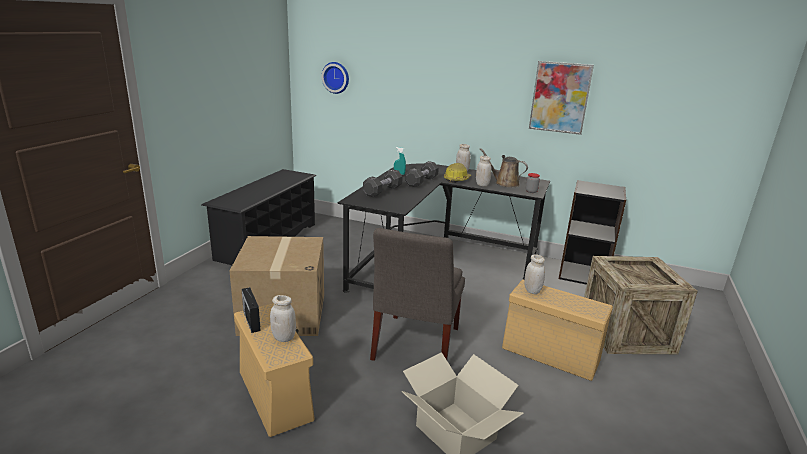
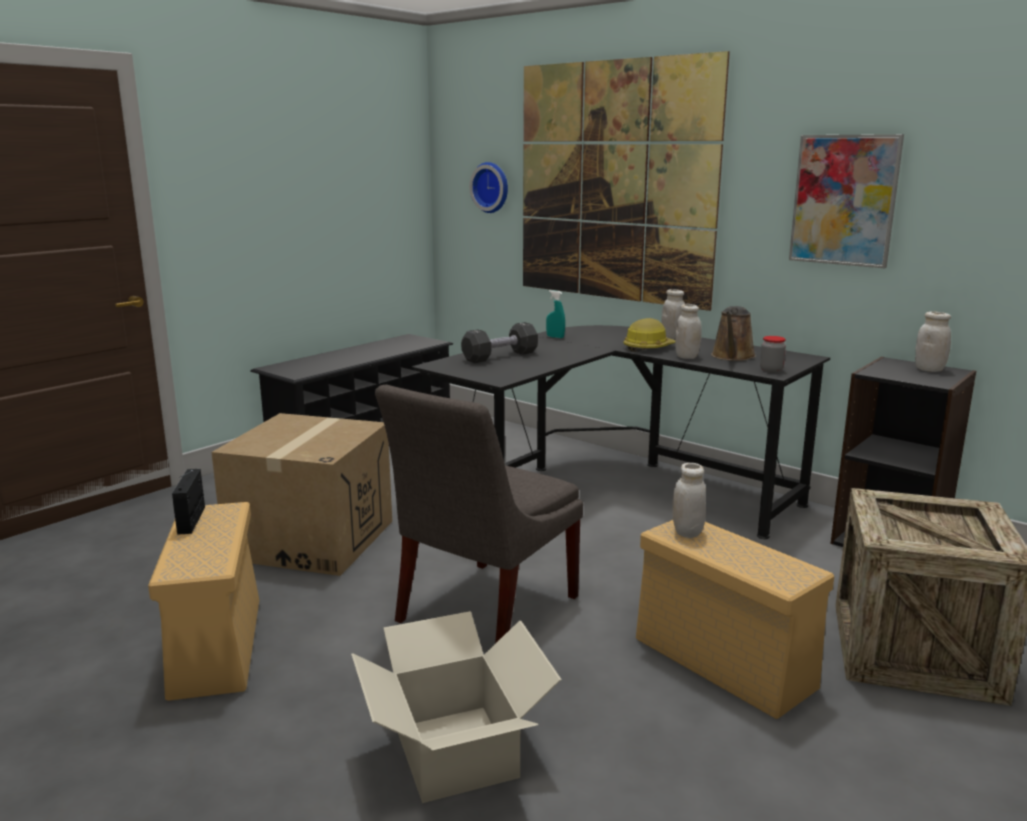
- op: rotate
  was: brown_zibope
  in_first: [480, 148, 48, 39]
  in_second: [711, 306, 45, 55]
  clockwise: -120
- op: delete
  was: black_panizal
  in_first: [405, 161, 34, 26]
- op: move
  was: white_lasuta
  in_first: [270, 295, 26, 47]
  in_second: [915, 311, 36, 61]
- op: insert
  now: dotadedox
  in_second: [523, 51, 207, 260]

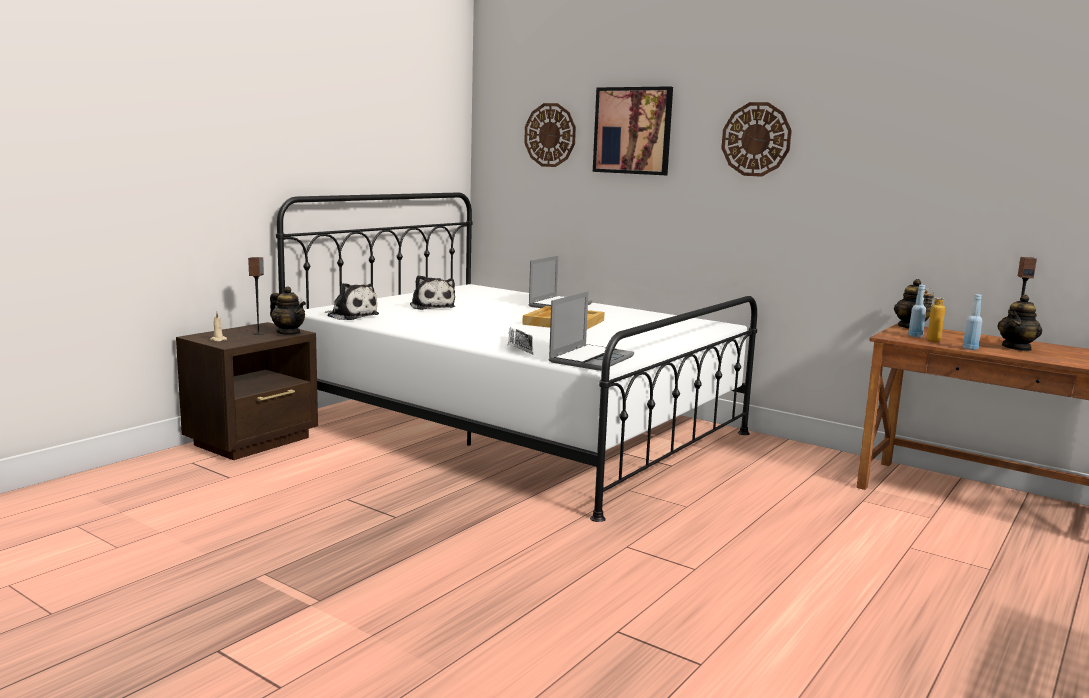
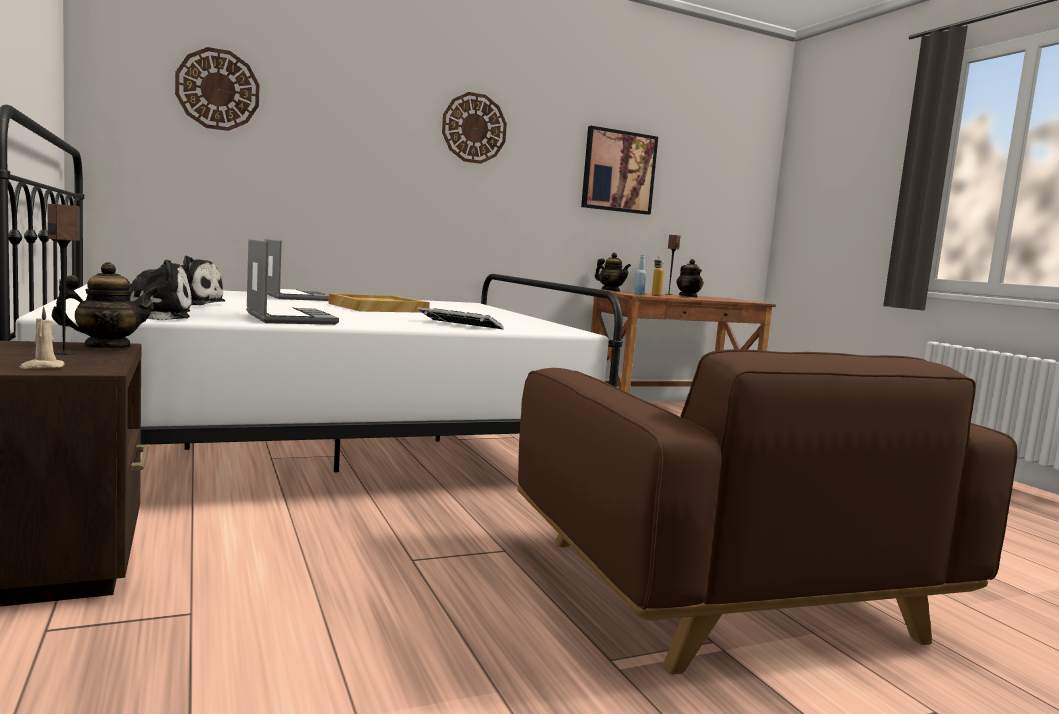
- op: move
  was: dotadedox
  in_first: [593, 86, 80, 89]
  in_second: [581, 126, 77, 89]
- op: move
  was: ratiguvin
  in_first: [549, 291, 85, 80]
  in_second: [246, 239, 93, 86]
- op: delete
  was: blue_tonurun
  in_first: [963, 294, 19, 56]
- op: insert
  now: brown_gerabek
  in_second: [518, 349, 499, 326]

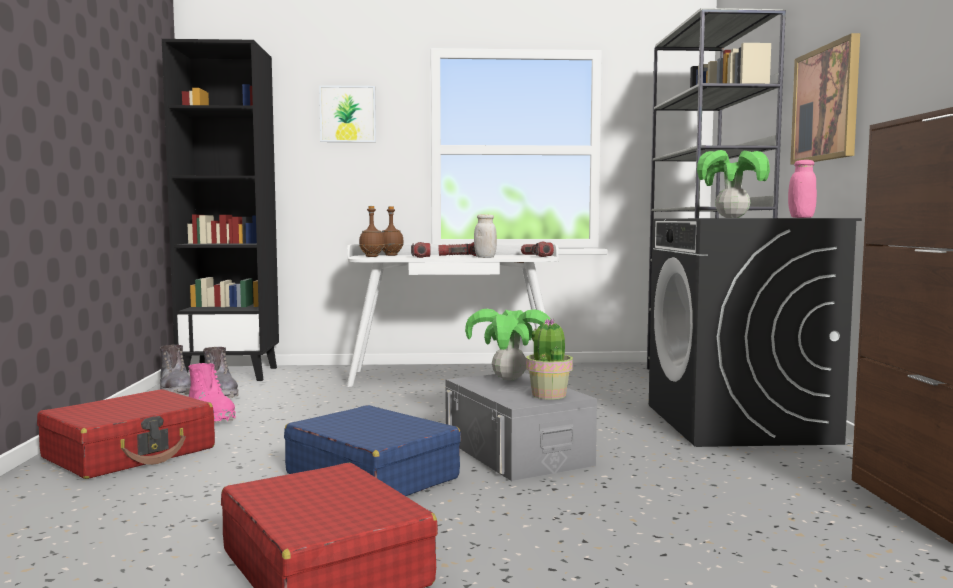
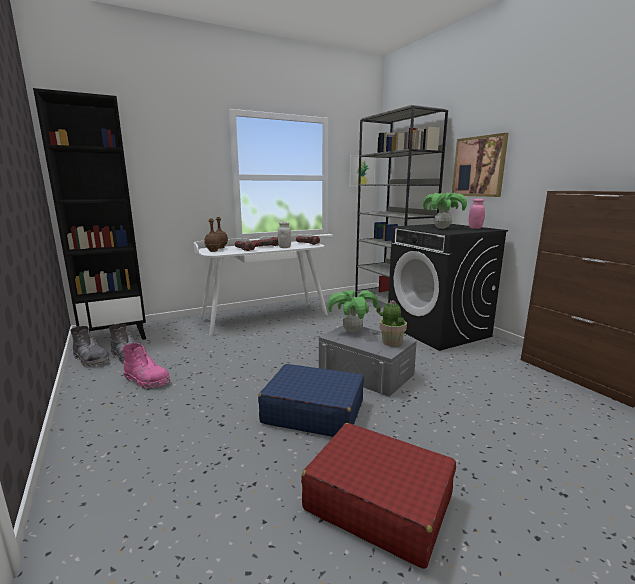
- op: move
  was: dotadedox
  in_first: [319, 85, 57, 57]
  in_second: [349, 155, 27, 31]
- op: delete
  was: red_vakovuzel
  in_first: [37, 389, 178, 90]

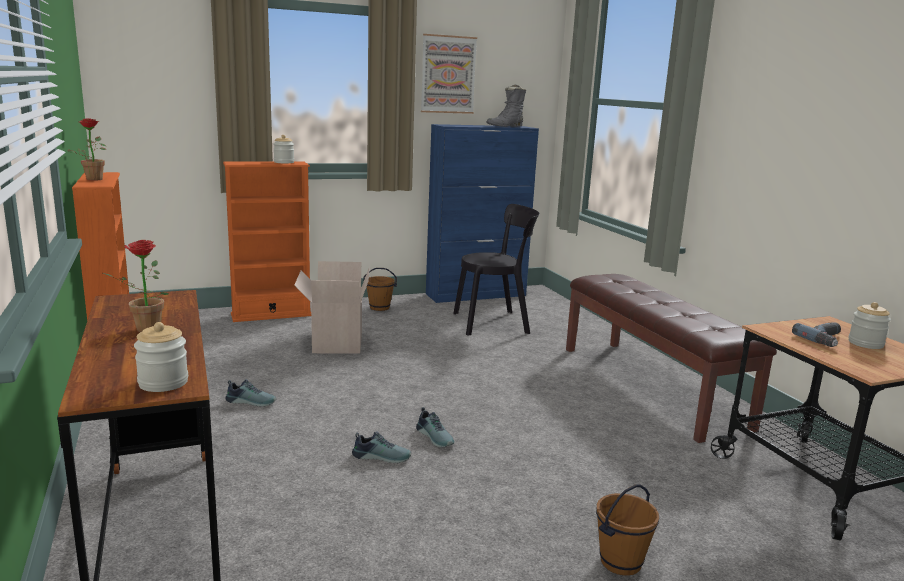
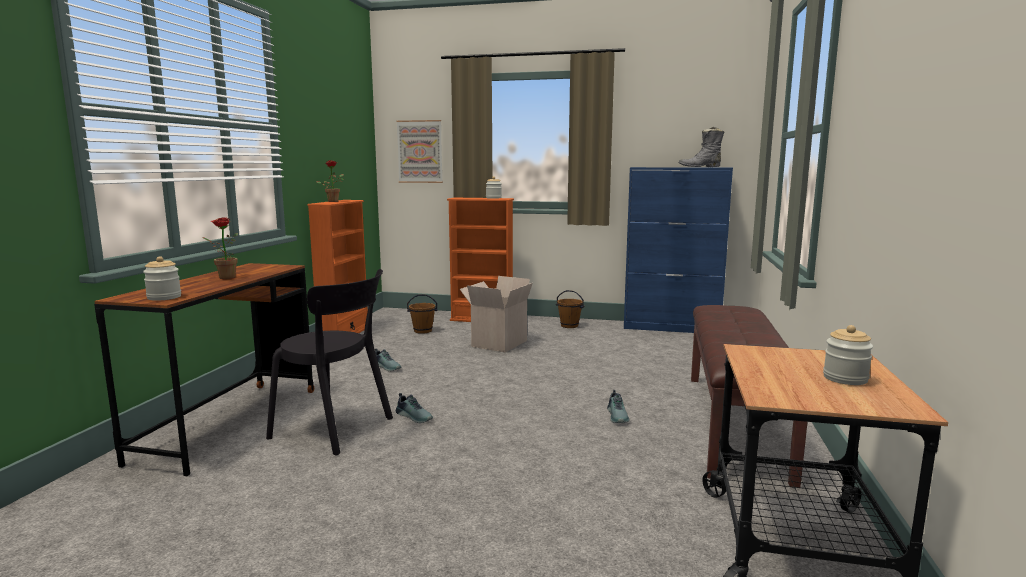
- op: move
  was: dotadedox
  in_first: [421, 34, 56, 80]
  in_second: [396, 120, 47, 63]
- op: move
  was: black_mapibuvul
  in_first: [453, 204, 87, 132]
  in_second: [266, 269, 127, 186]
- op: delete
  was: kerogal
  in_first: [792, 323, 49, 24]
- op: move
  was: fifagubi
  in_first: [416, 407, 39, 41]
  in_second: [607, 390, 23, 33]
- op: move
  was: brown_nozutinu
  in_first: [596, 484, 63, 92]
  in_second: [407, 294, 31, 40]

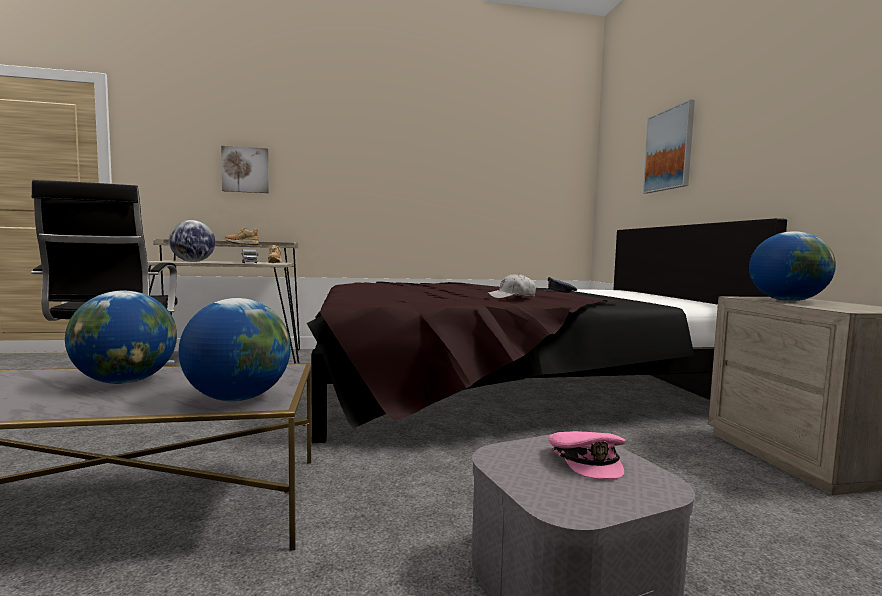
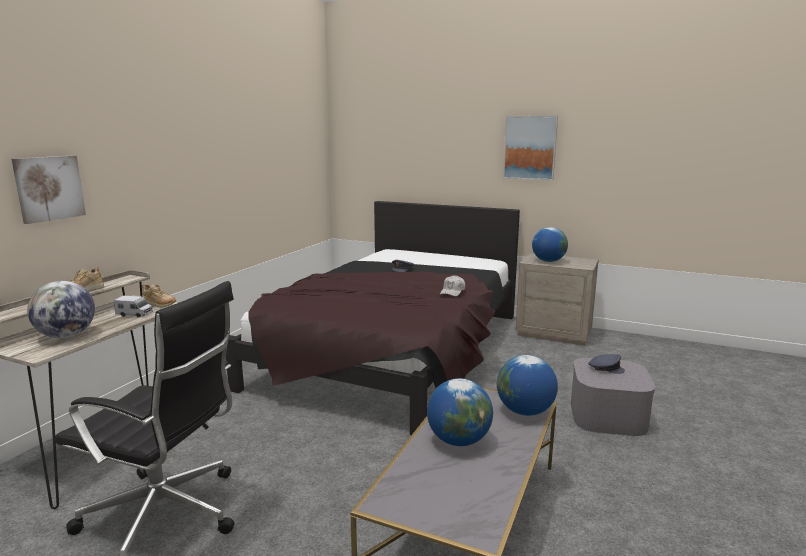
- op: move
  was: dotadedox
  in_first: [643, 100, 52, 94]
  in_second: [503, 116, 55, 64]
- op: recolor
  was: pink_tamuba
  now: grey_tamuba
  in_first: [548, 431, 78, 48]
  in_second: [588, 354, 37, 20]

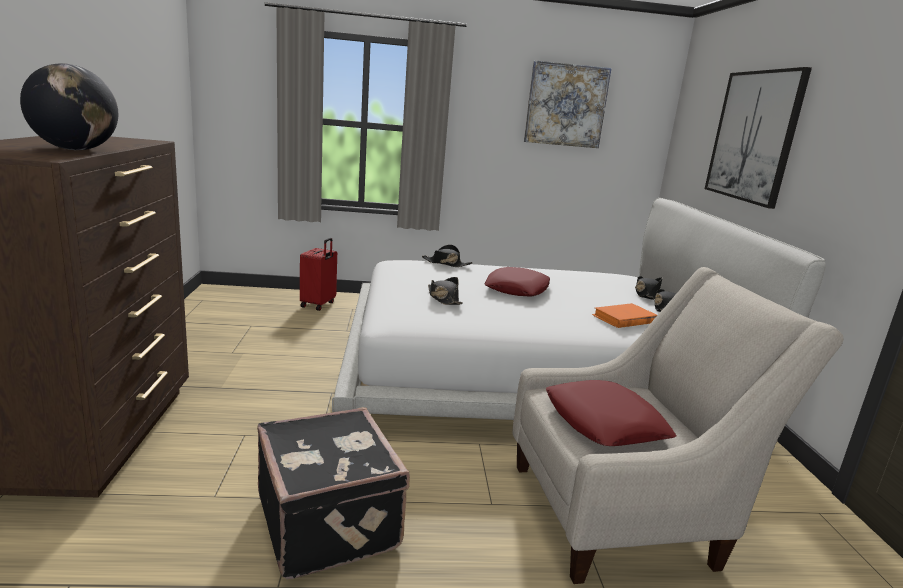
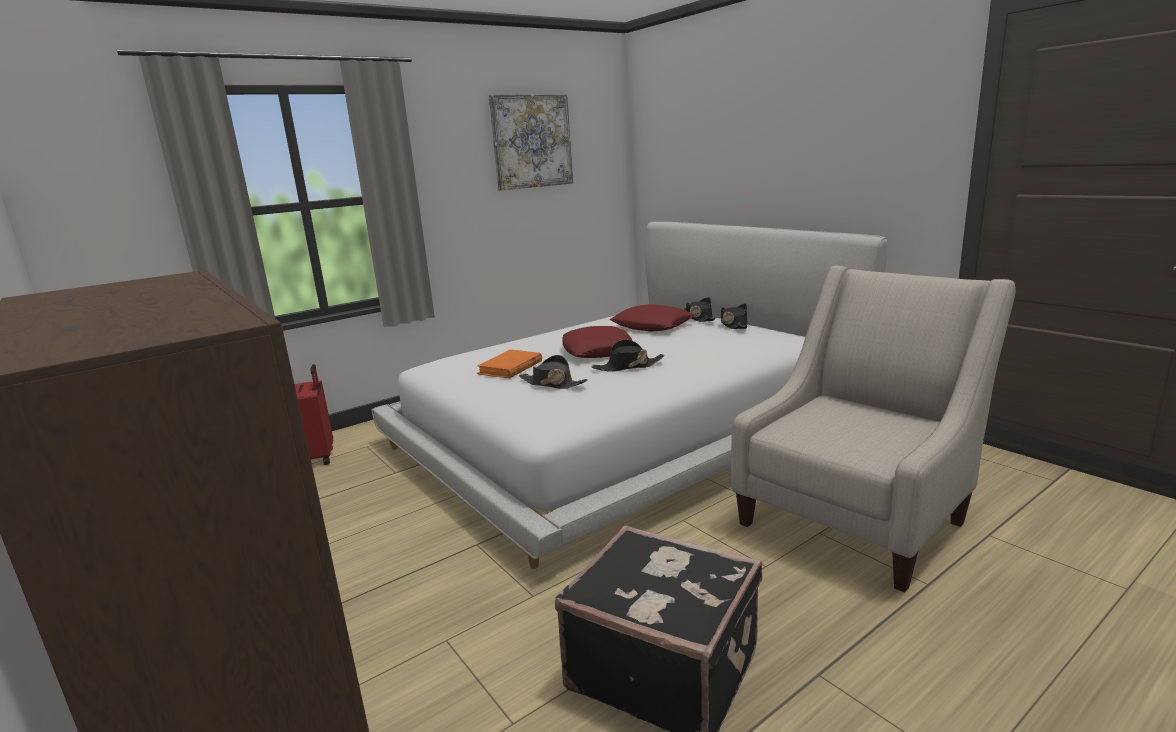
- op: delete
  was: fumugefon
  in_first: [20, 64, 98, 86]
- op: delete
  was: dotadedox
  in_first: [705, 67, 107, 142]
- op: move
  was: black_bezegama
  in_first: [422, 245, 51, 22]
  in_second: [592, 339, 72, 33]
- op: move
  was: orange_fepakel
  in_first: [592, 303, 65, 25]
  in_second: [477, 350, 65, 28]
- op: move
  was: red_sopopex
  in_first: [546, 380, 130, 66]
  in_second: [610, 304, 85, 28]

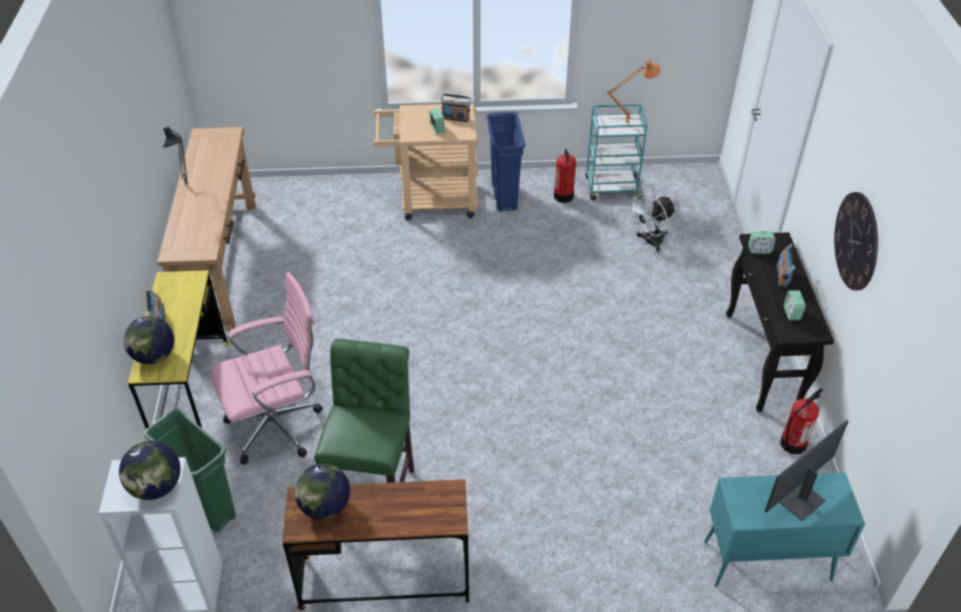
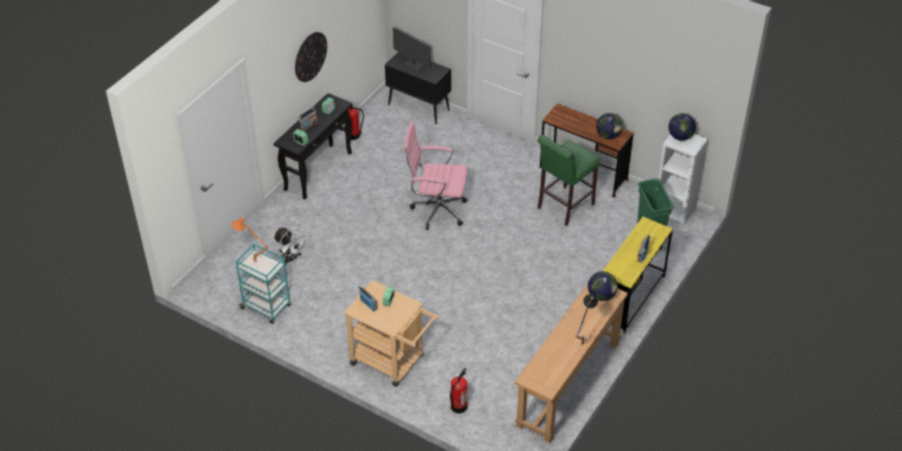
- op: delete
  was: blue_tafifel
  in_first: [487, 112, 39, 100]
- op: move
  was: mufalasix
  in_first: [554, 149, 22, 54]
  in_second: [450, 368, 17, 46]
- op: rotate
  was: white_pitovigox
  in_first: [628, 193, 48, 59]
  in_second: [274, 227, 33, 39]
  clockwise: 45
- op: move
  was: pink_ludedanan
  in_first: [210, 272, 113, 192]
  in_second: [404, 121, 63, 109]
- op: move
  was: fumugefon
  in_first: [124, 316, 50, 48]
  in_second: [588, 271, 30, 30]
- op: rotate
  was: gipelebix
  in_first: [765, 420, 84, 101]
  in_second: [393, 27, 38, 44]
  clockwise: 45
- op: recolor
  was: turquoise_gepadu
  now: black_gepadu
  in_first: [704, 472, 161, 115]
  in_second: [385, 52, 66, 72]

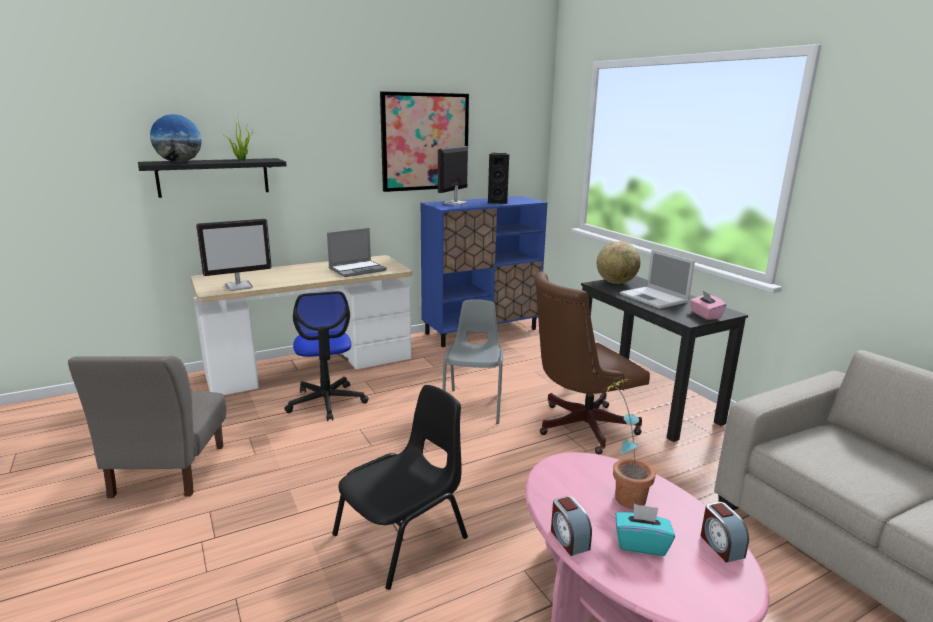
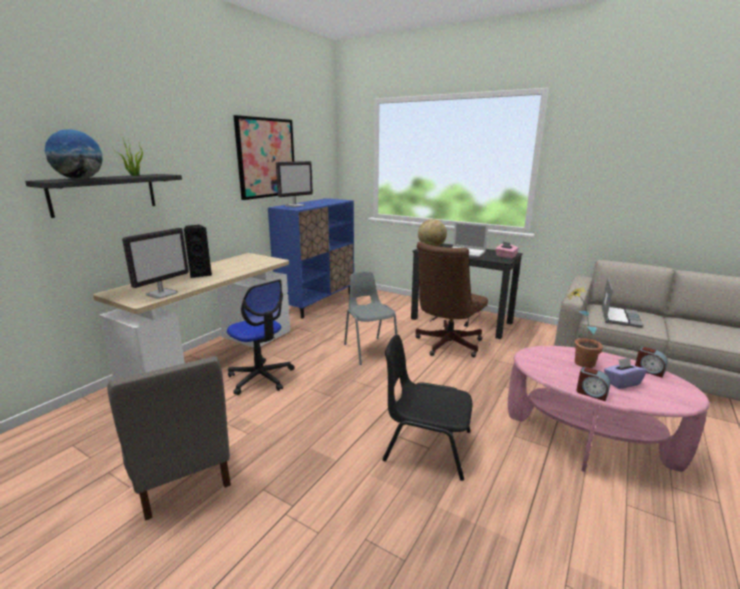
- op: rotate
  was: gipelebix
  in_first: [438, 146, 30, 59]
  in_second: [276, 161, 37, 46]
  clockwise: -135
- op: move
  was: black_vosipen
  in_first: [488, 153, 21, 51]
  in_second: [184, 225, 28, 53]
- op: move
  was: ratiguvin
  in_first: [327, 228, 60, 49]
  in_second: [601, 278, 42, 50]
- op: rotate
  was: black_mapibuvul
  in_first: [332, 385, 136, 205]
  in_second: [382, 335, 90, 146]
  clockwise: -90
- op: recolor
  was: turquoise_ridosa
  now: purple_ridosa
  in_first: [615, 504, 60, 52]
  in_second: [604, 358, 43, 31]

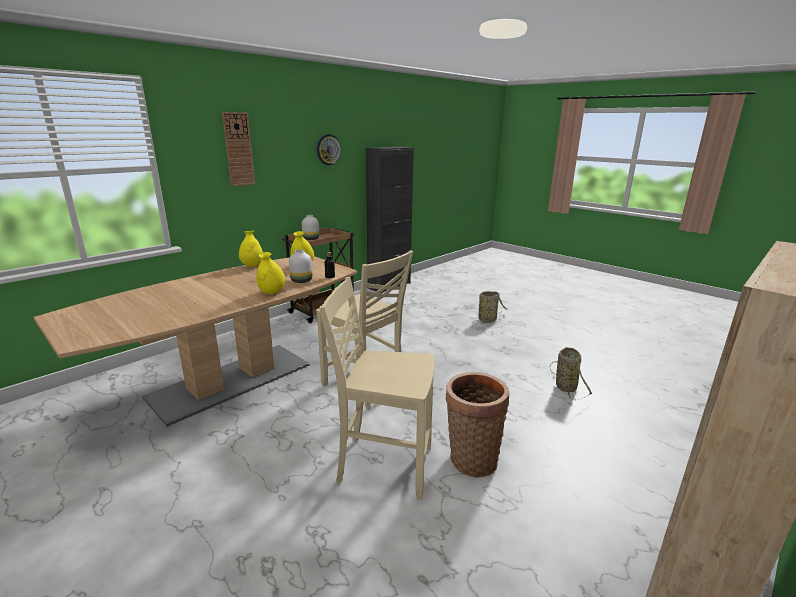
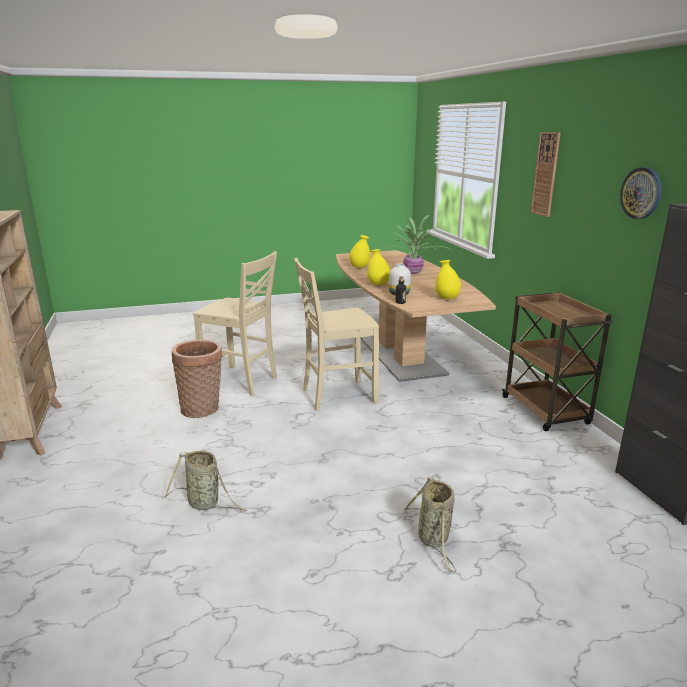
- op: delete
  was: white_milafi
  in_first: [302, 215, 17, 25]
- op: move
  was: yellow_milafi
  in_first: [239, 231, 24, 35]
  in_second: [349, 235, 21, 33]
- op: rotate
  was: beige_mapibuvul
  in_first: [319, 277, 115, 223]
  in_second: [193, 251, 84, 145]
  clockwise: 75
- op: insert
  now: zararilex
  in_second: [388, 215, 61, 59]

